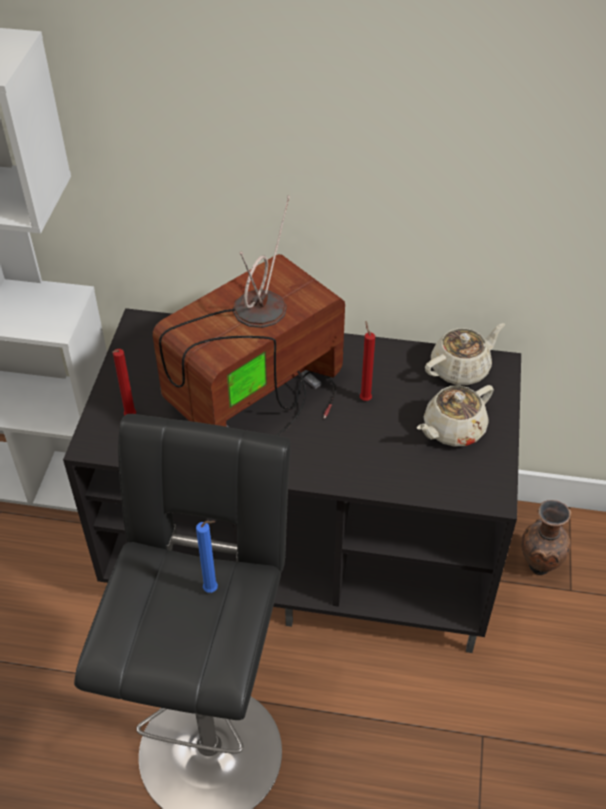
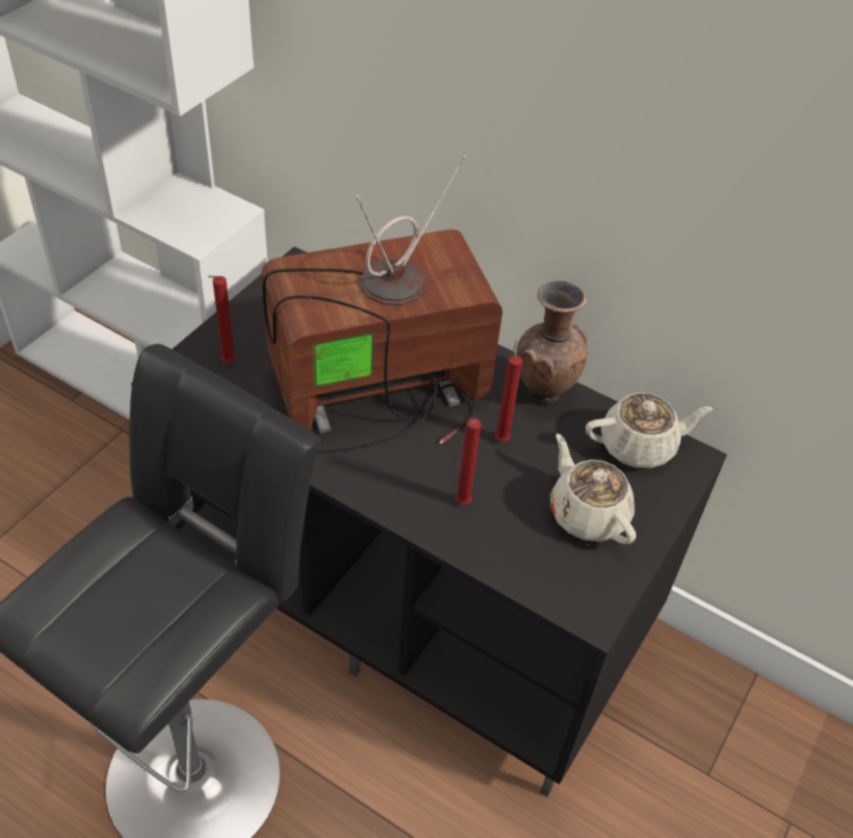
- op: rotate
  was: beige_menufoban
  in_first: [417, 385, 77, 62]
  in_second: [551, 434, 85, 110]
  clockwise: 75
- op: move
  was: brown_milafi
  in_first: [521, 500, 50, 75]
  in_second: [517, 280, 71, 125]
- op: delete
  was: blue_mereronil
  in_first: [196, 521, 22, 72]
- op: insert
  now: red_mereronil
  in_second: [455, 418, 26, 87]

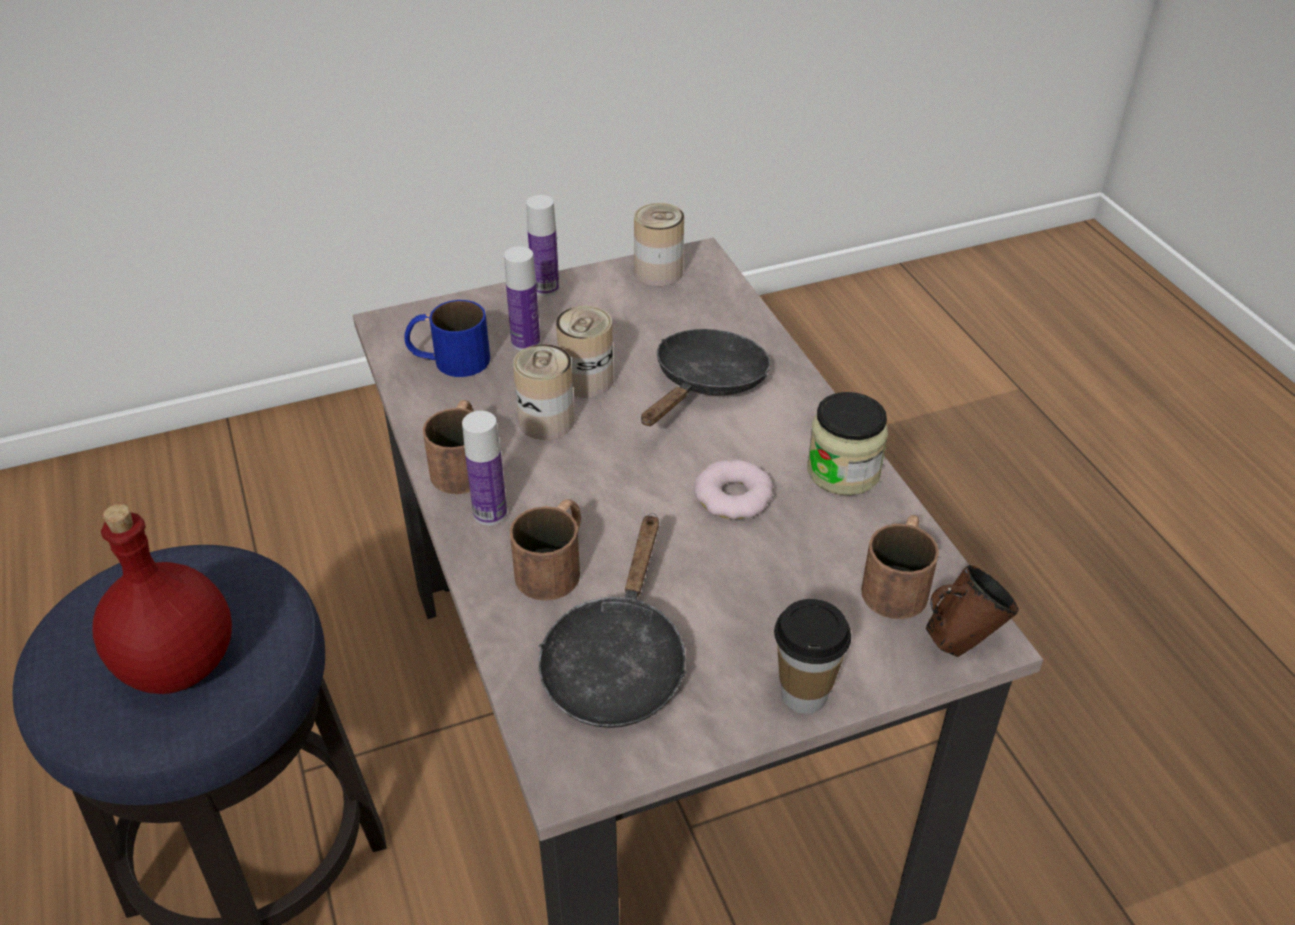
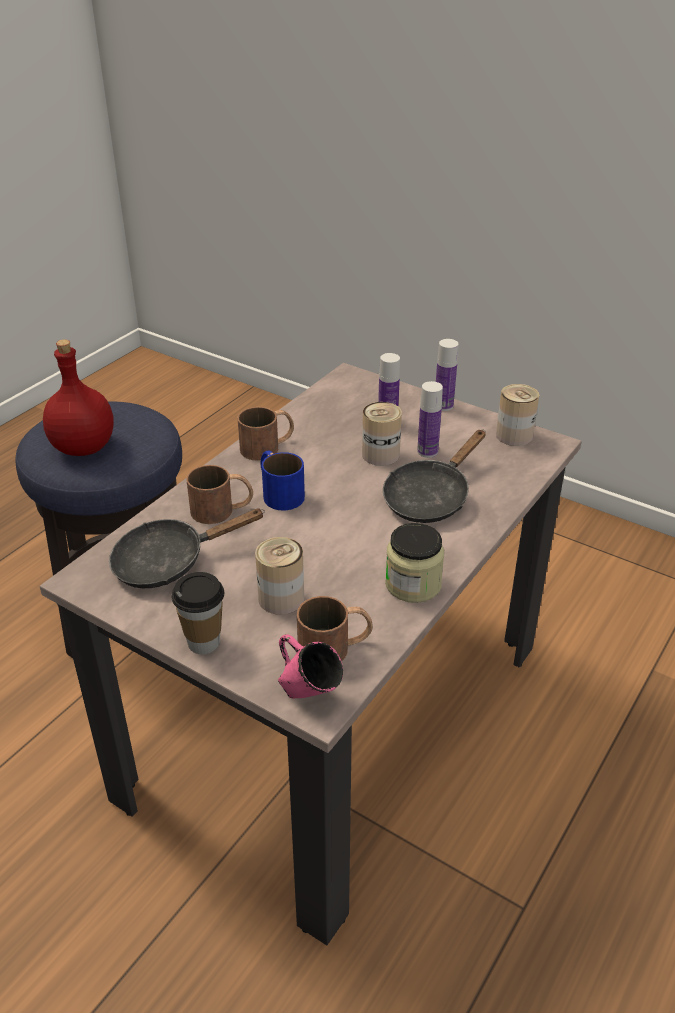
- op: move
  was: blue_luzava
  in_first: [405, 300, 85, 77]
  in_second: [261, 451, 44, 59]
- op: rotate
  was: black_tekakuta
  in_first: [641, 329, 129, 97]
  in_second: [383, 430, 103, 93]
  clockwise: 135
- op: move
  was: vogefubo
  in_first: [513, 344, 61, 96]
  in_second: [255, 537, 49, 78]
- op: move
  was: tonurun
  in_first: [462, 411, 45, 114]
  in_second: [417, 381, 26, 77]
- op: delete
  was: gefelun
  in_first: [694, 460, 79, 59]
- op: recolor
  was: brown_luzava
  now: pink_luzava
  in_first: [926, 565, 93, 92]
  in_second: [278, 634, 65, 64]

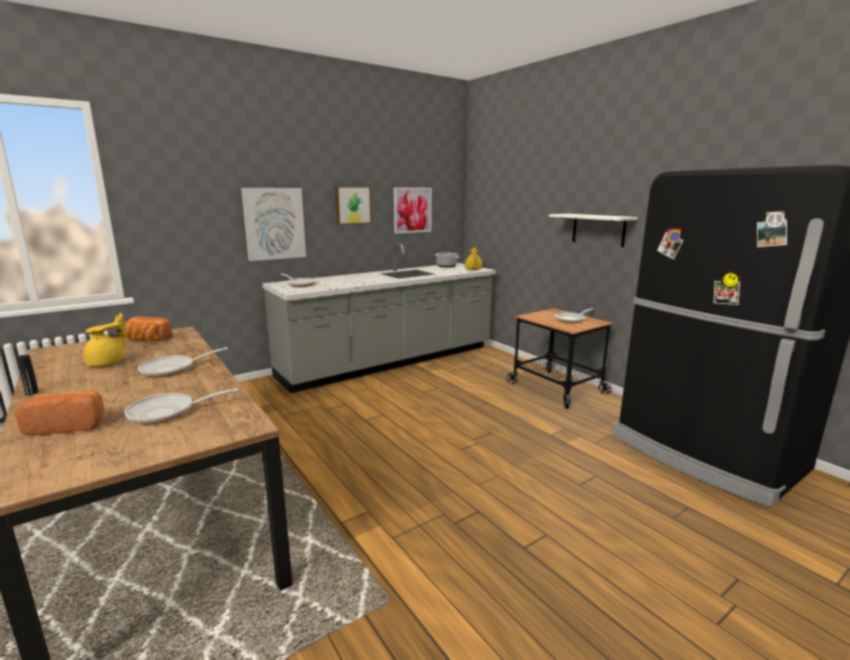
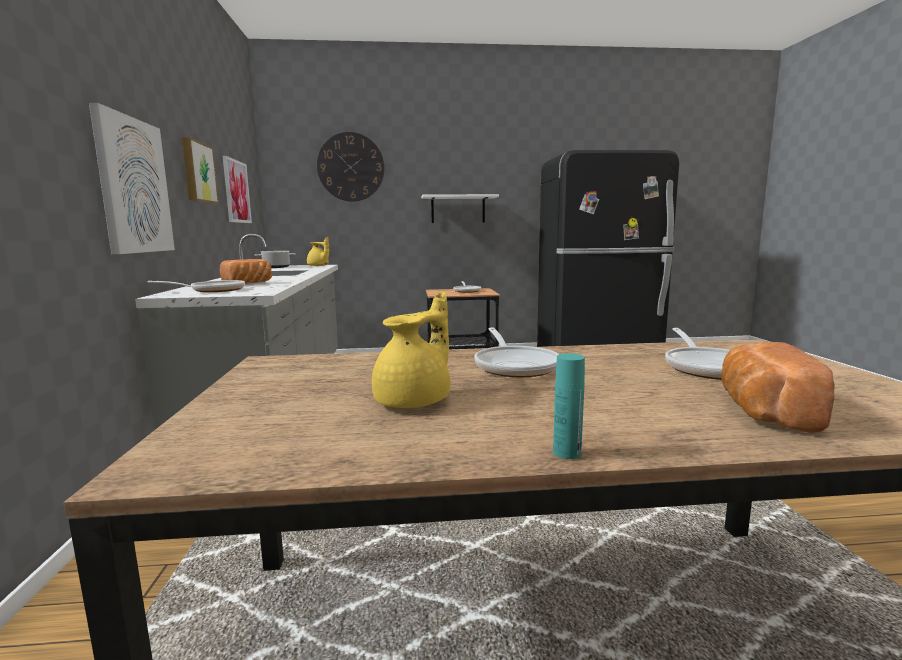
- op: rotate
  was: yellow_menufoban
  in_first: [83, 313, 44, 53]
  in_second: [372, 291, 78, 117]
  clockwise: 75
- op: move
  was: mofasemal
  in_first: [124, 316, 48, 25]
  in_second: [220, 259, 52, 25]
- op: recolor
  was: black_tonurun
  now: turquoise_tonurun
  in_first: [16, 355, 23, 40]
  in_second: [553, 353, 32, 106]
- op: insert
  now: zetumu
  in_second: [317, 132, 67, 70]

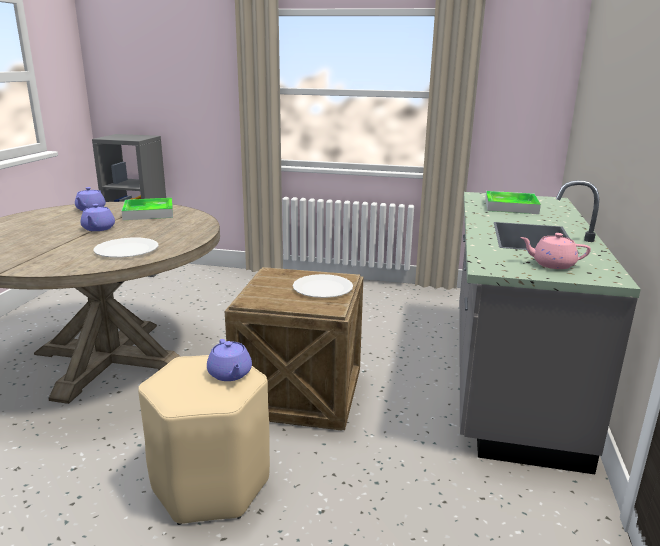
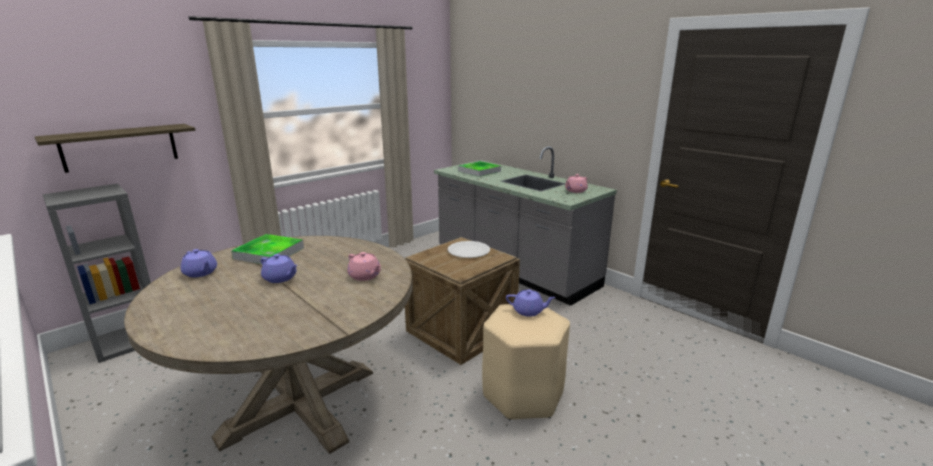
- op: replace
  was: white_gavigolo
  now: pink_menufoban
  in_first: [93, 238, 65, 20]
  in_second: [347, 252, 34, 29]
- op: insert
  now: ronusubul
  in_second: [35, 124, 160, 49]

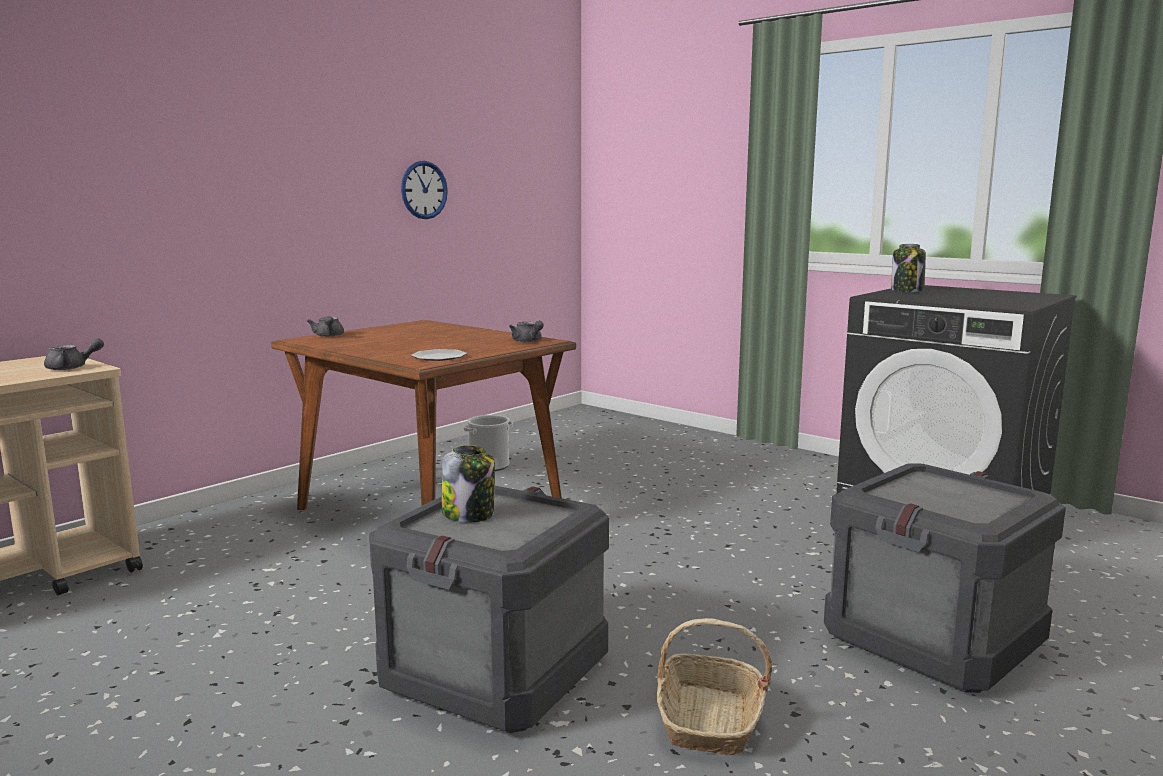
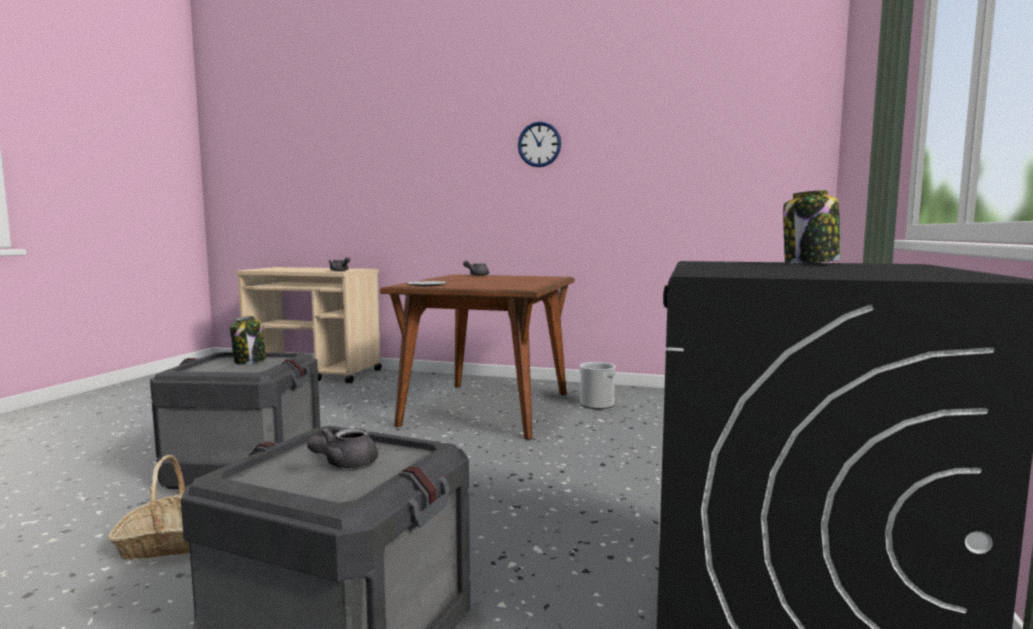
- op: move
  was: zetumu
  in_first: [401, 161, 47, 58]
  in_second: [518, 122, 43, 45]
- op: move
  was: grey_menufoban
  in_first: [509, 321, 35, 21]
  in_second: [307, 428, 71, 40]

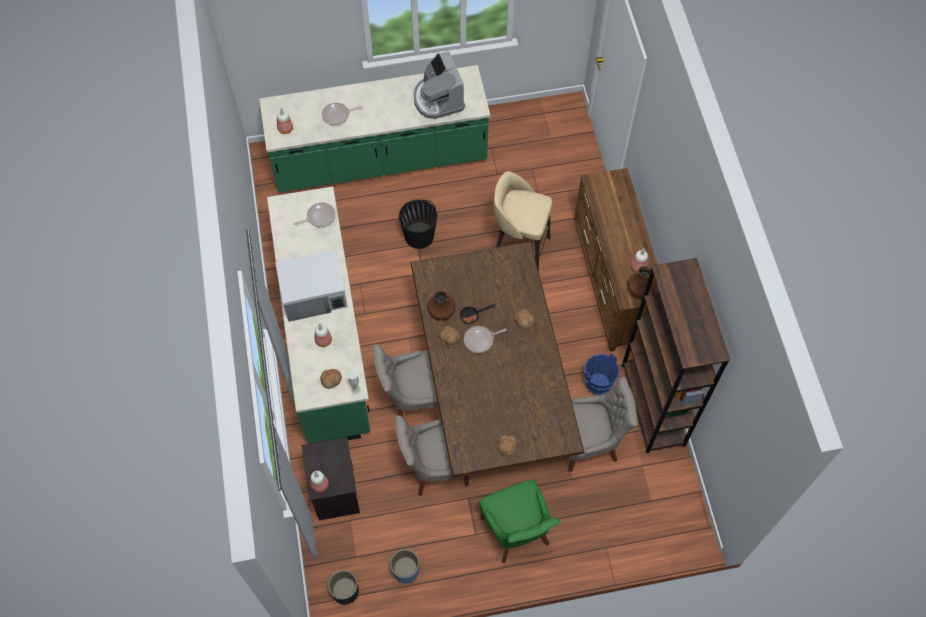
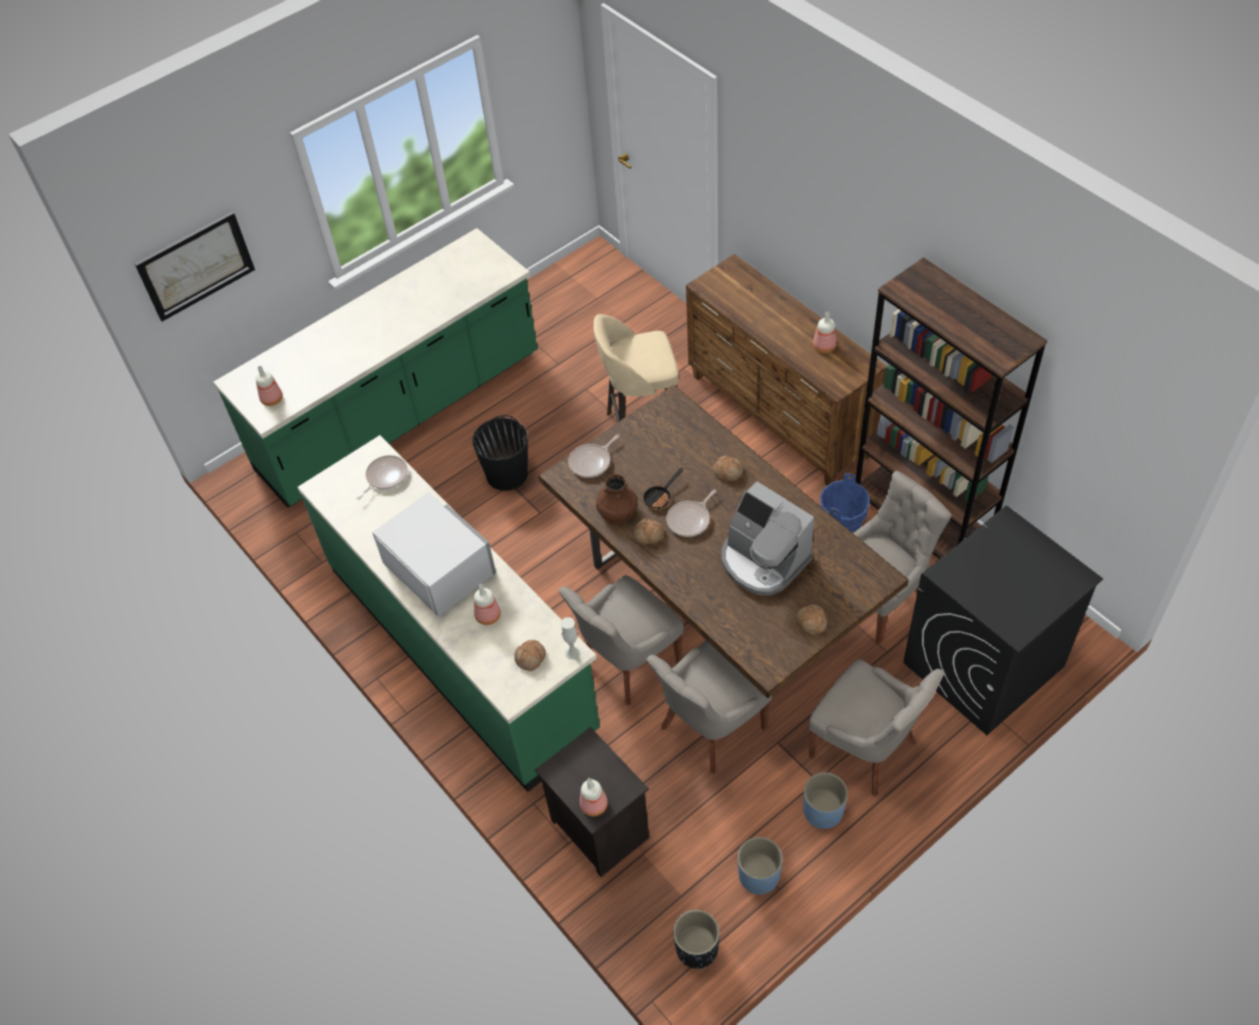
- op: move
  was: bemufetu
  in_first: [414, 51, 51, 68]
  in_second: [722, 481, 92, 115]
- op: move
  was: tekakuta
  in_first: [322, 103, 40, 23]
  in_second: [568, 435, 52, 43]
- op: rotate
  was: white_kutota
  in_first: [275, 250, 73, 72]
  in_second: [372, 492, 124, 125]
  clockwise: -90
- op: delete
  was: brown_milafi
  in_first: [627, 266, 29, 34]
- op: recolor
  was: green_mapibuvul
  now: grey_mapibuvul
  in_first: [479, 480, 82, 83]
  in_second: [809, 659, 135, 137]
- op: insert
  now: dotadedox
  in_second: [135, 211, 120, 111]
- op: insert
  now: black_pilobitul
  in_second: [903, 505, 200, 230]
- op: insert
  now: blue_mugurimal
  in_second: [803, 772, 45, 57]

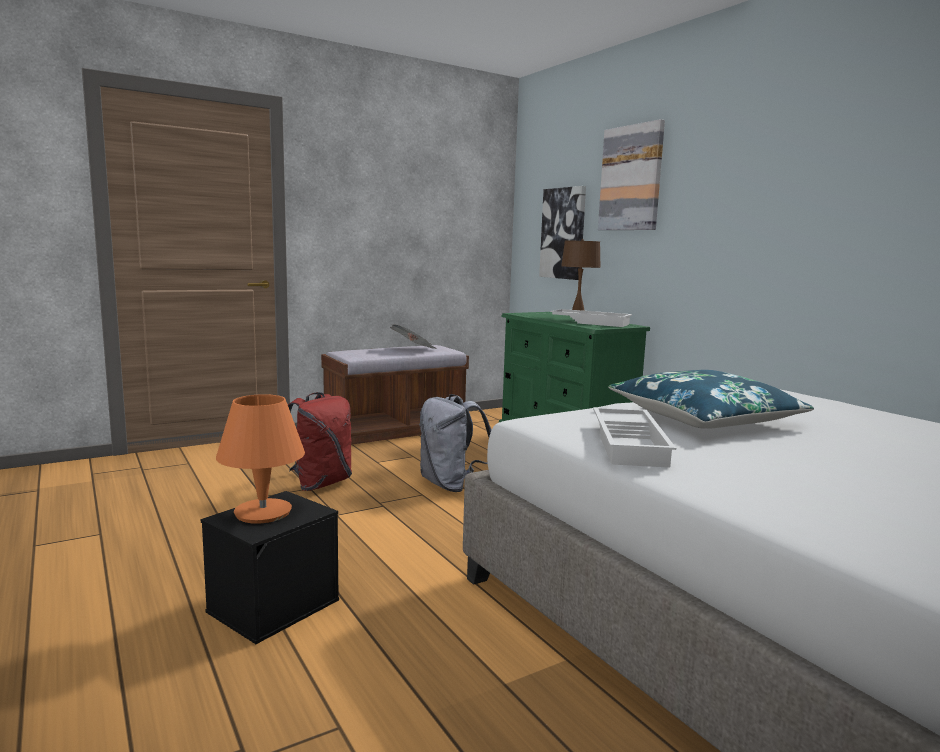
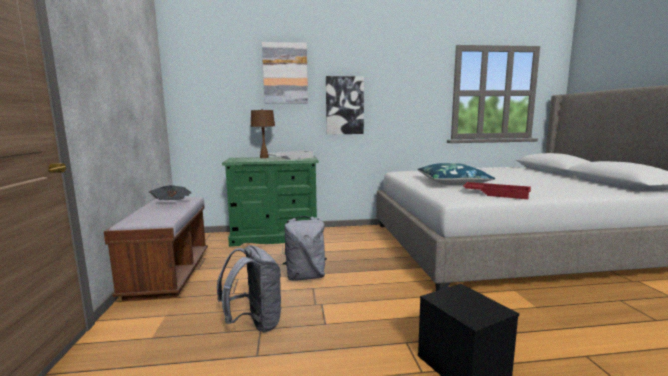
- op: move
  was: dotadedox
  in_first: [539, 186, 47, 94]
  in_second: [326, 76, 38, 59]
- op: recolor
  was: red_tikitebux
  now: grey_tikitebux
  in_first: [288, 392, 64, 99]
  in_second: [217, 245, 64, 87]
- op: delete
  was: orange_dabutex
  in_first: [216, 394, 89, 130]
- op: recolor
  was: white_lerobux
  now: red_lerobux
  in_first: [593, 407, 83, 61]
  in_second: [463, 182, 68, 17]

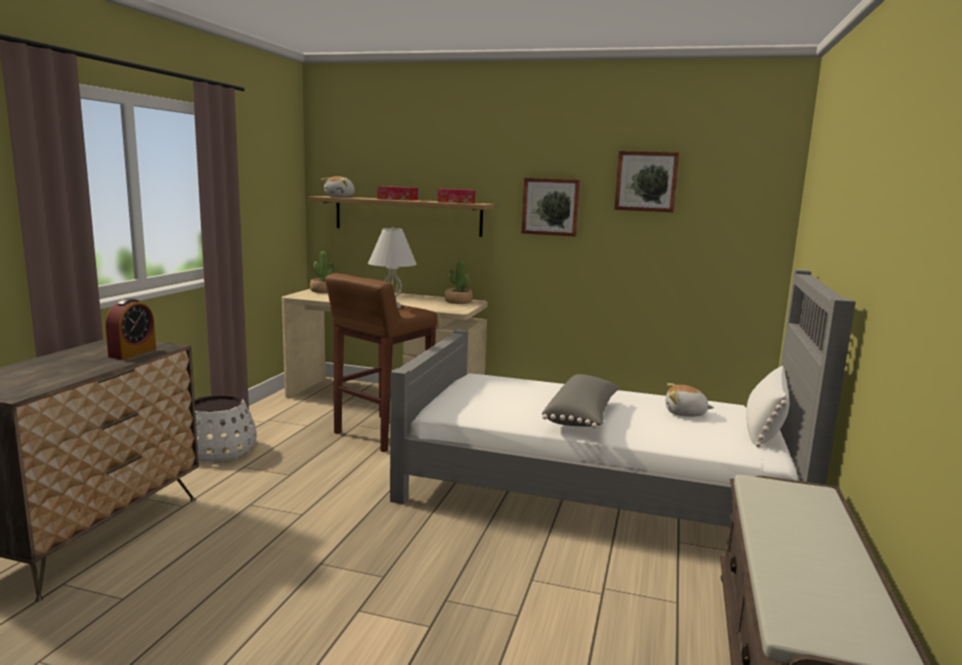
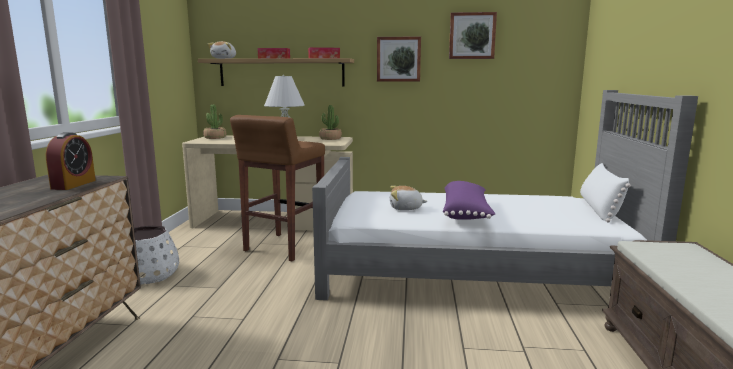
- op: recolor
  was: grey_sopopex
  now: purple_sopopex
  in_first: [542, 374, 78, 54]
  in_second: [443, 181, 52, 39]
- op: move
  was: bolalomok
  in_first: [666, 383, 48, 34]
  in_second: [390, 186, 37, 24]

